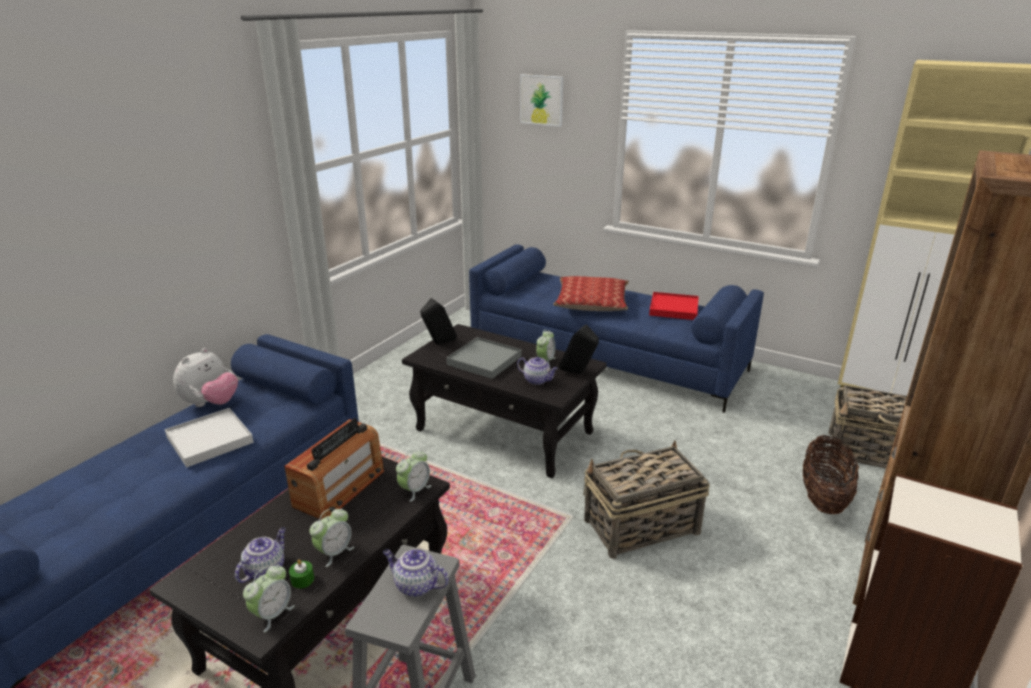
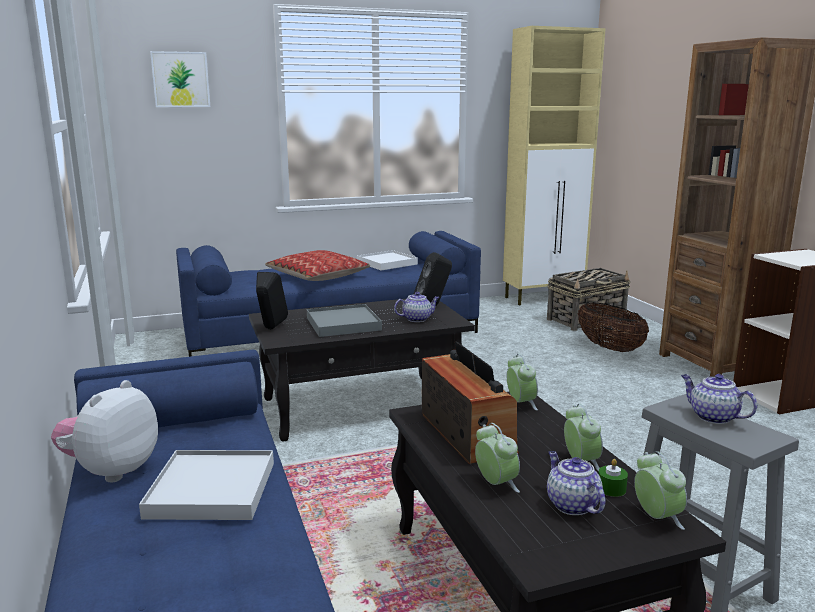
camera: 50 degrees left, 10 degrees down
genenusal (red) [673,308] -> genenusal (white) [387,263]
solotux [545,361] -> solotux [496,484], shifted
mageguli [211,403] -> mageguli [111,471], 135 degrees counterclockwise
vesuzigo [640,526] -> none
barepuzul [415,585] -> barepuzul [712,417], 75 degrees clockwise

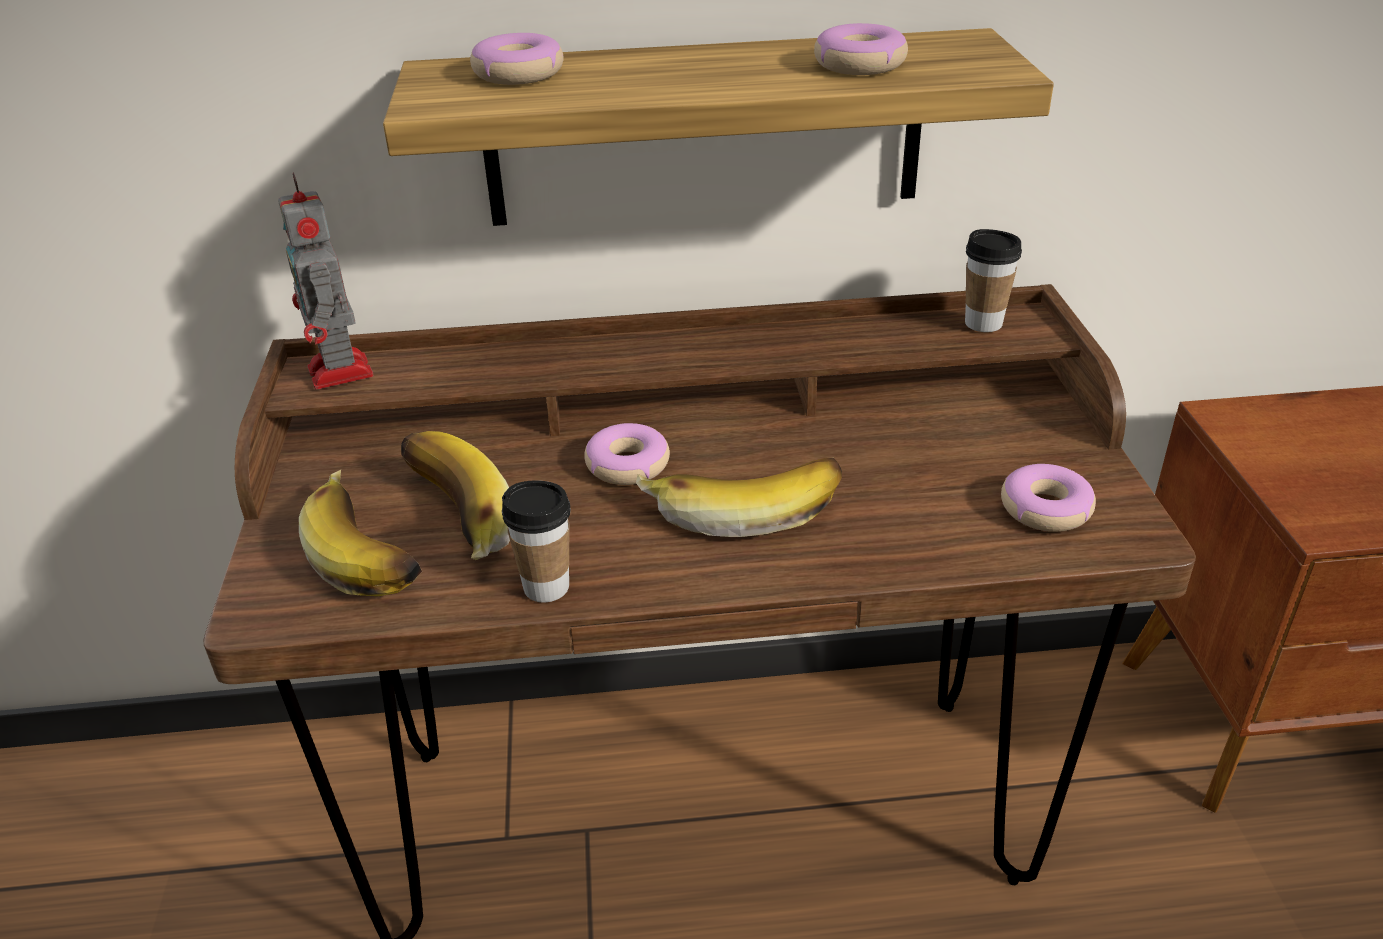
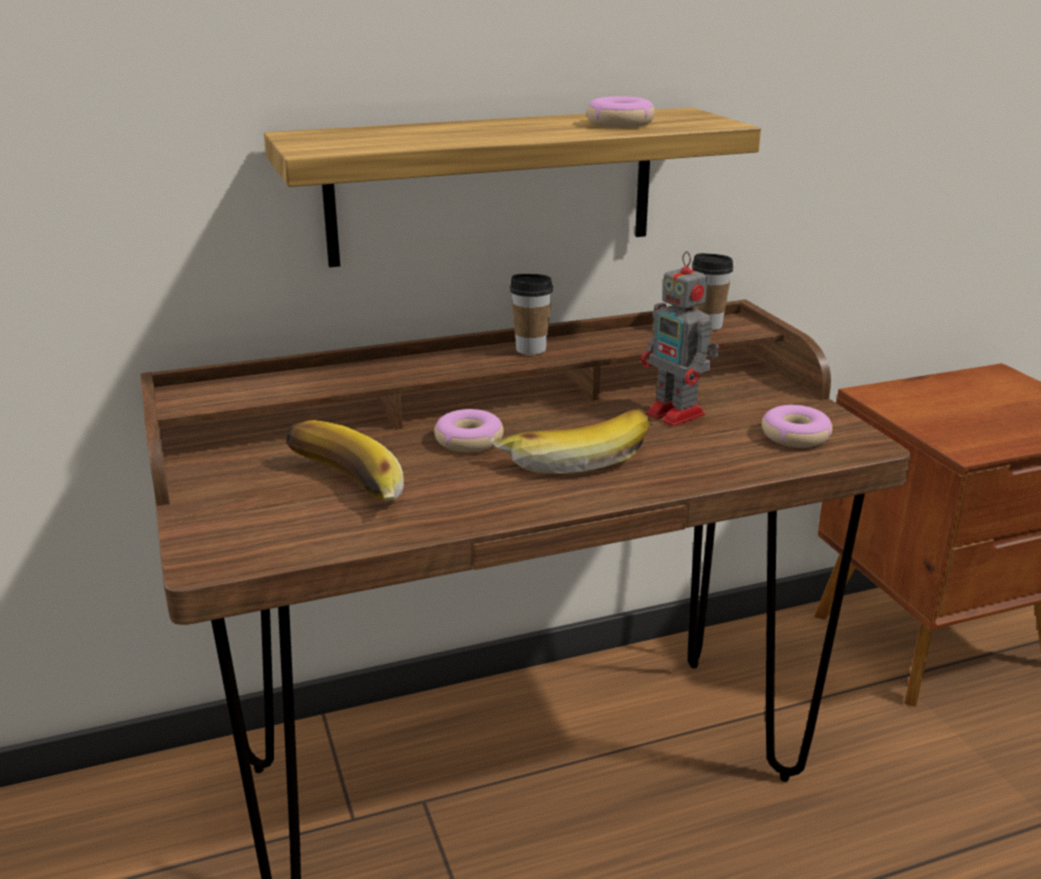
camera: 15 degrees left, 10 degrees down
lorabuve [518,74] -> none
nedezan [341,373] -> nedezan [677,415], shifted
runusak [373,553] -> none
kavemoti [546,587] -> kavemoti [531,349], shifted

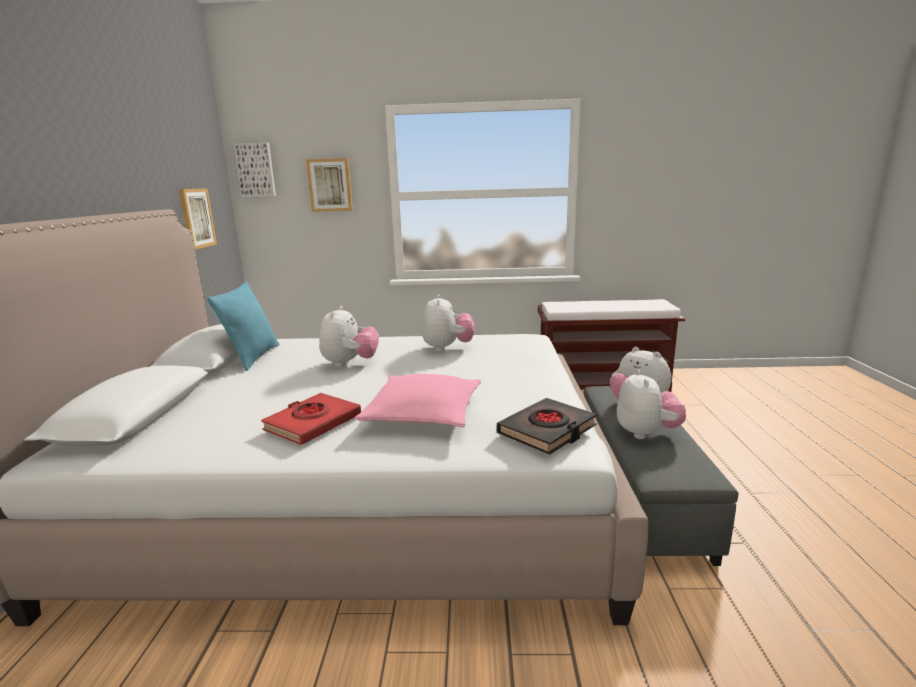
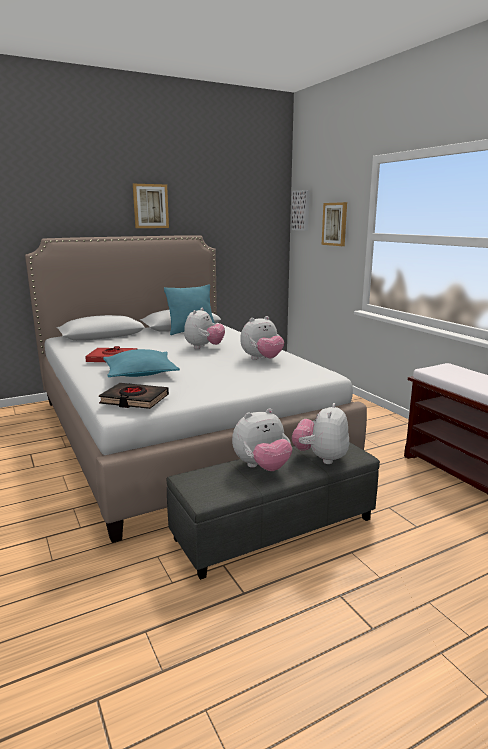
camera: 60 degrees right, 0 degrees up
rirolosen [196,218] -> rirolosen [150,206], shifted
mageguli [350,363] -> mageguli [204,347], 45 degrees counterclockwise
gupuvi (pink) [423,413] -> gupuvi (turquoise) [140,373]

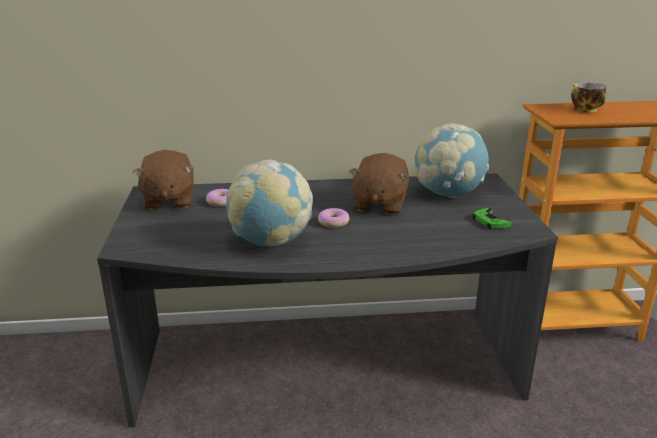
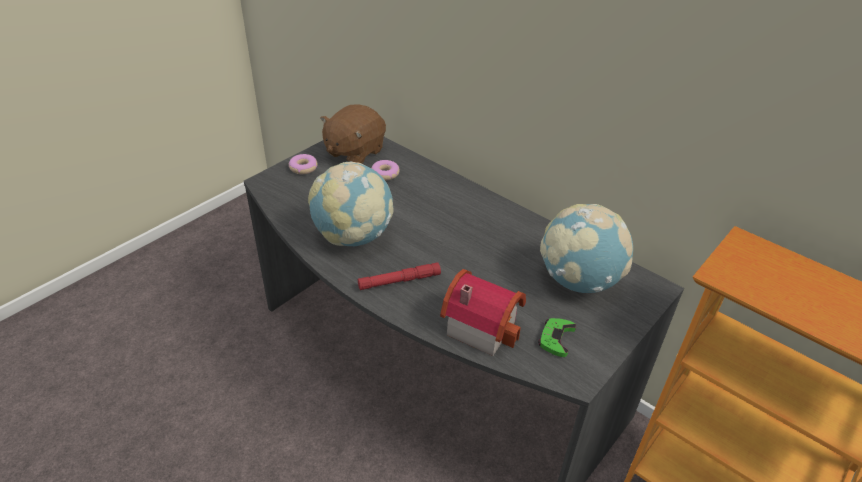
camera: 45 degrees right, 15 degrees up
kavemoti [587,110] -> none
mageguli (brown) [379,205] -> none
lorabuve [333,222] -> lorabuve [303,168], shifted
none -> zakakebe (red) [399,281]
none -> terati [481,325]

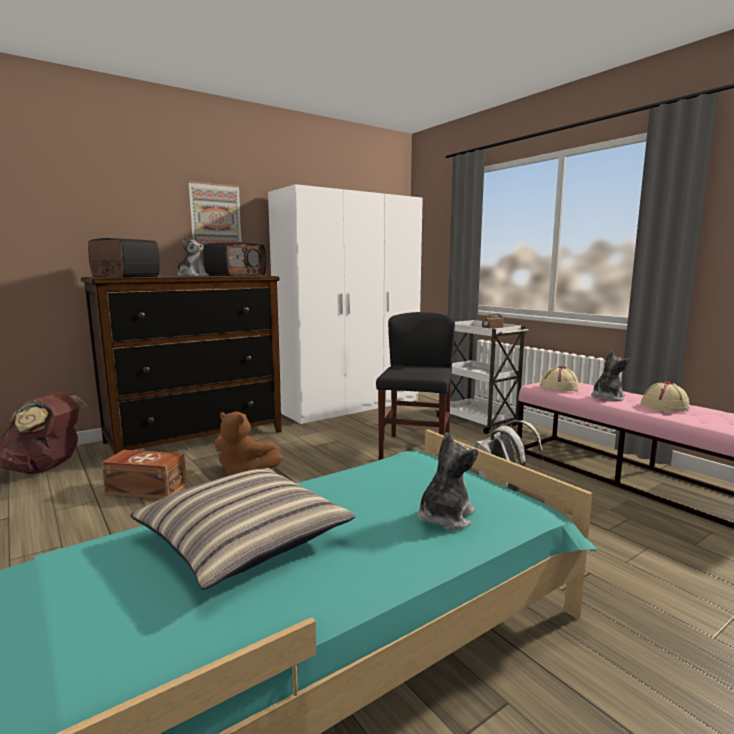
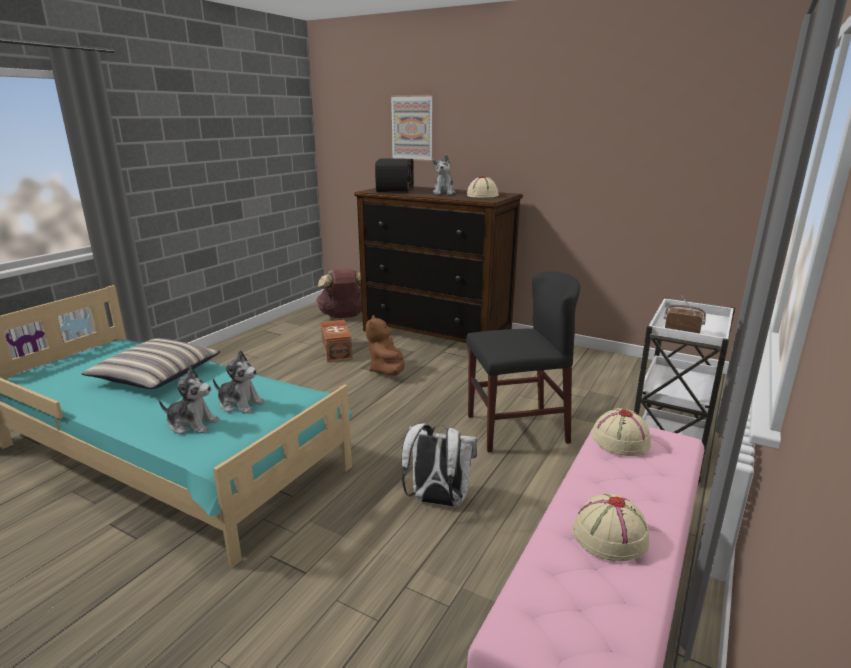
camera: 65 degrees right, 10 degrees up
rirolosen [215,218] -> rirolosen [412,128], shifted
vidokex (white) [350,405] -> none
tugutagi [235,275] -> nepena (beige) [482,195]
mageguli [607,397] -> mageguli [240,404], shifted

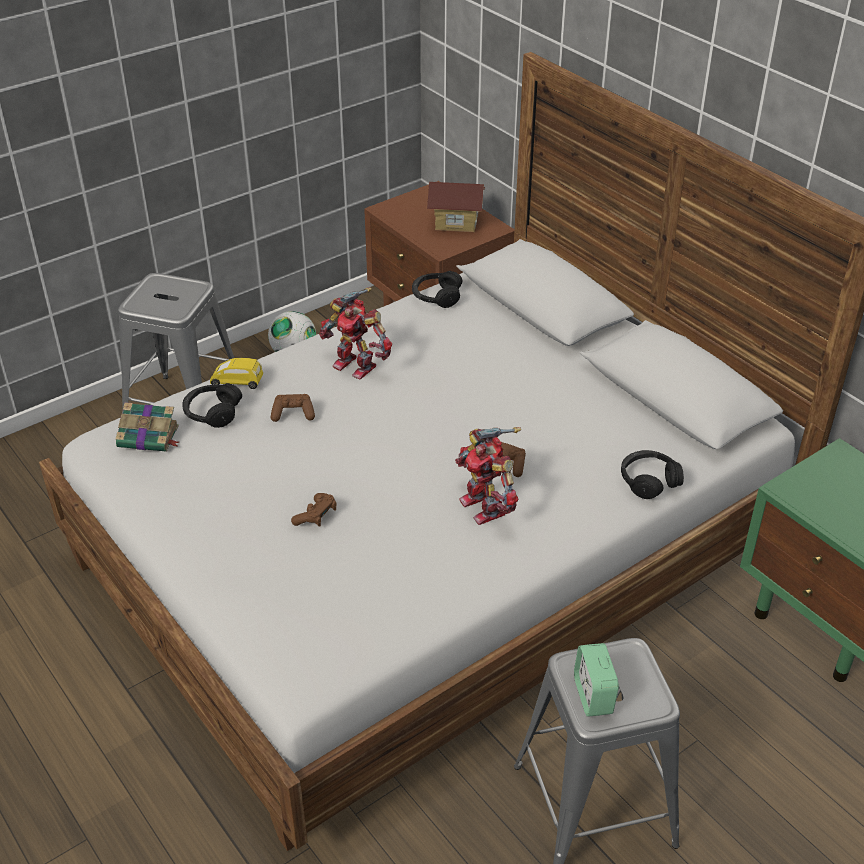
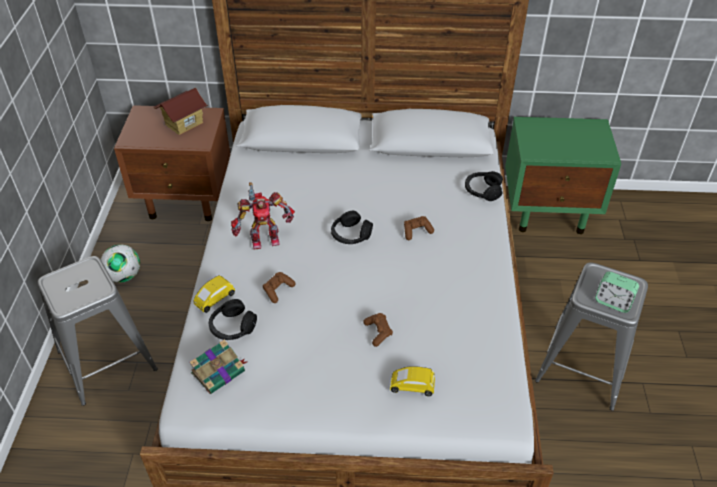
camera: 50 degrees left, 5 degrees up
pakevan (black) [436,296] -> pakevan (black) [350,235], shifted
nedezan [485,506] -> none
none -> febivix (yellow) [412,386]

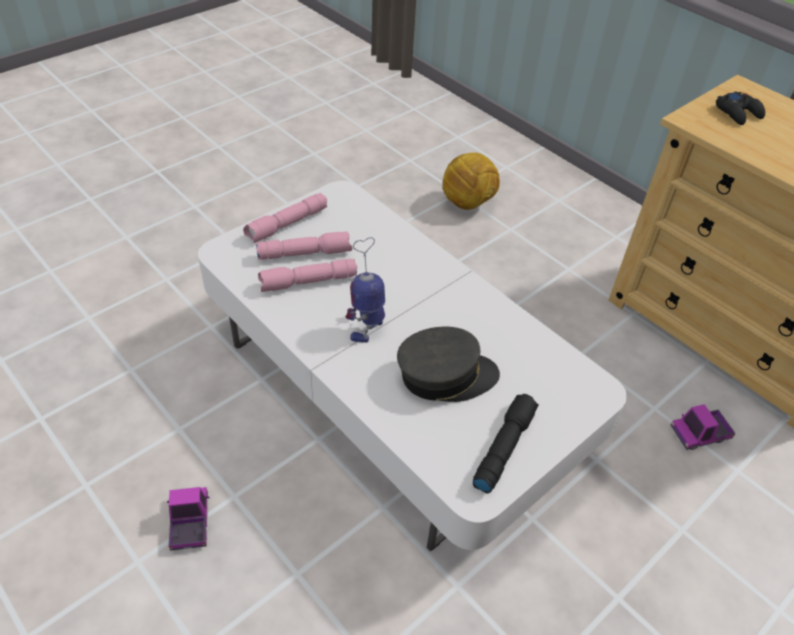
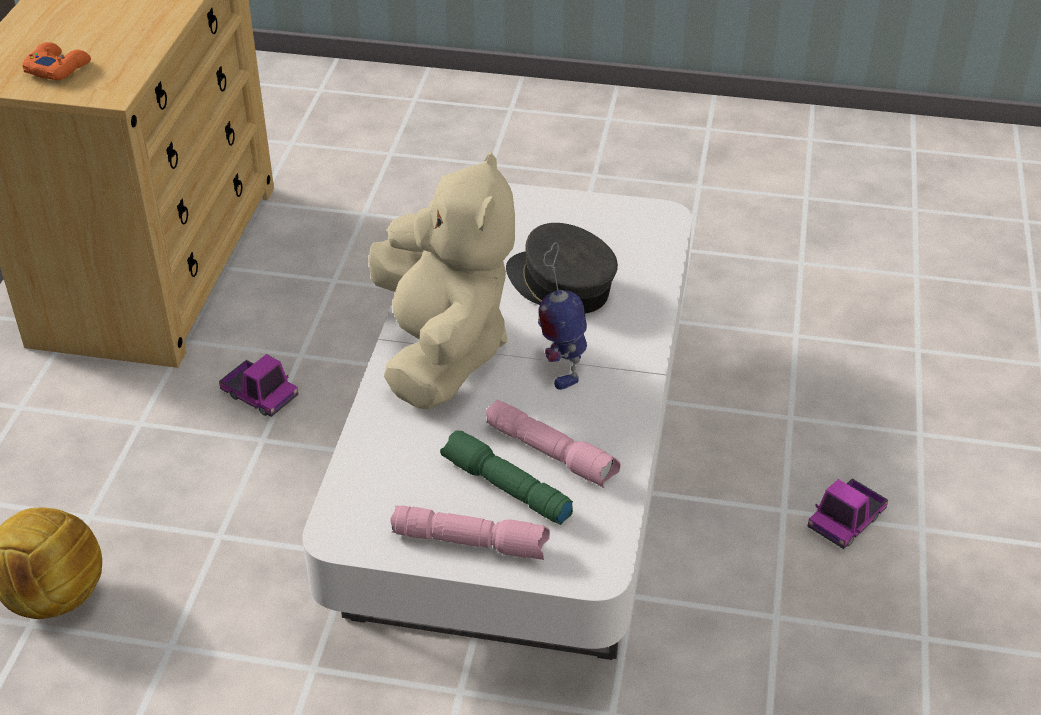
camera: 125 degrees left, 5 degrees down
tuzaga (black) [738,113] -> tuzaga (orange) [57,68]
zakakebe (pink) [305,253] -> zakakebe (green) [505,488]
nedezan [368,327] -> nedezan [561,367], 90 degrees clockwise
zakakebe (black) [503,447] -> none
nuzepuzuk [699,434] -> nuzepuzuk [260,396], shifted
none -> mageguli (beige) [441,351]

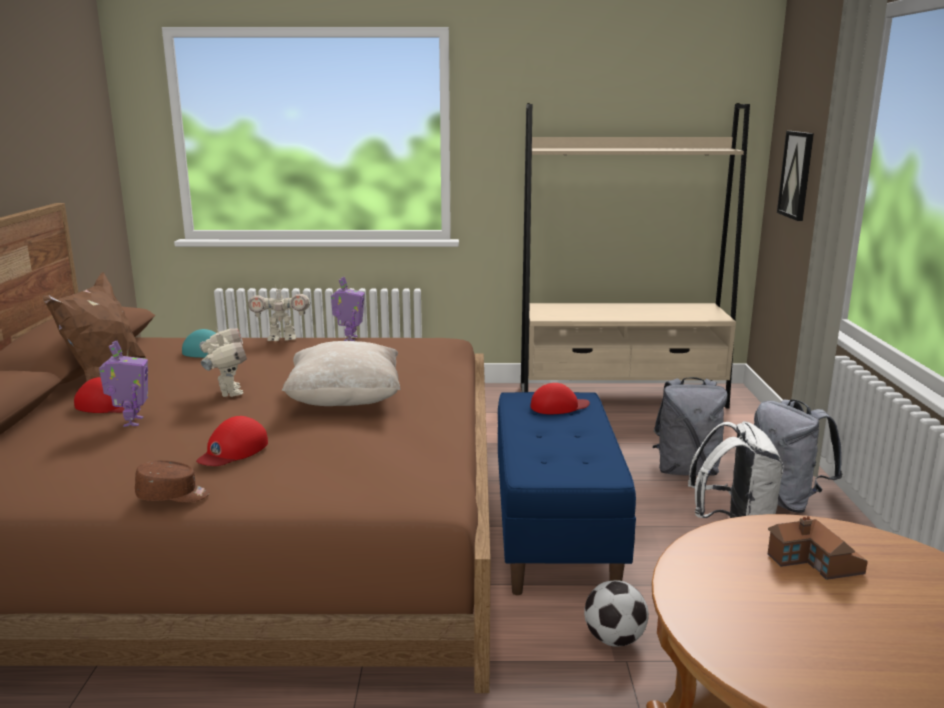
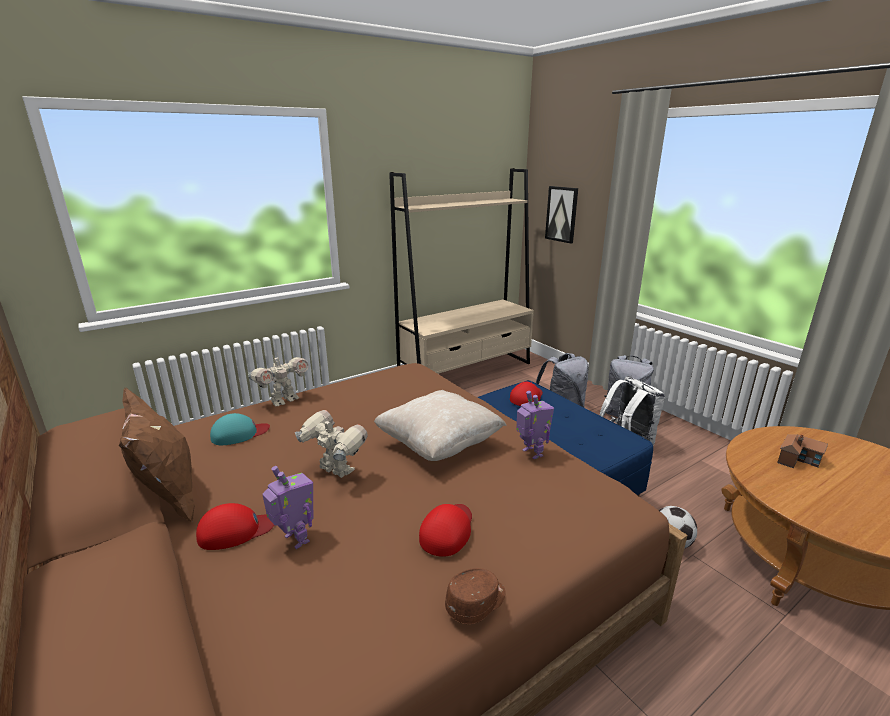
camera: 35 degrees left, 5 degrees up
nedezan [349,338] -> nedezan [531,453], shifted
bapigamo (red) [233,450] -> bapigamo (red) [447,530], 150 degrees counterclockwise

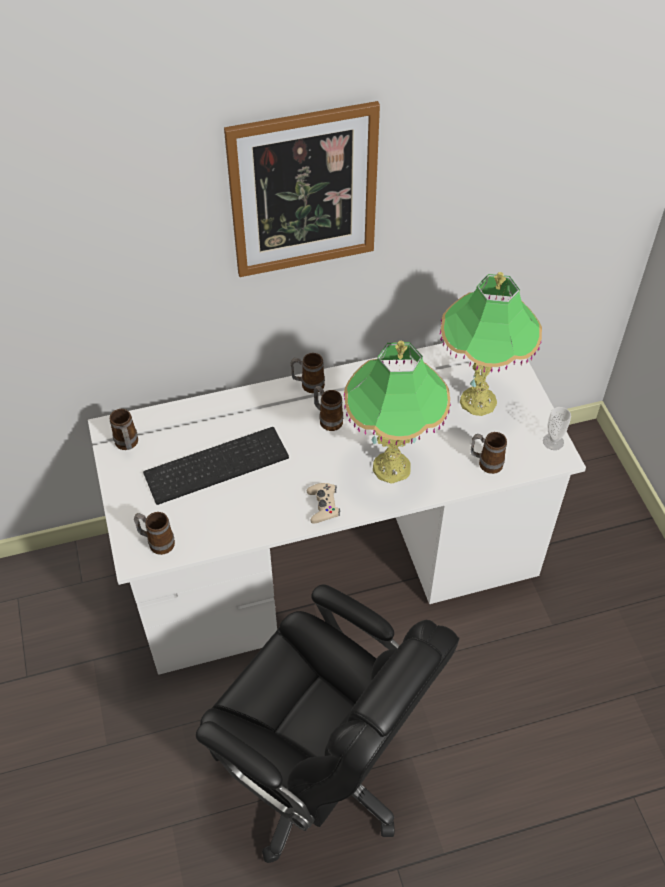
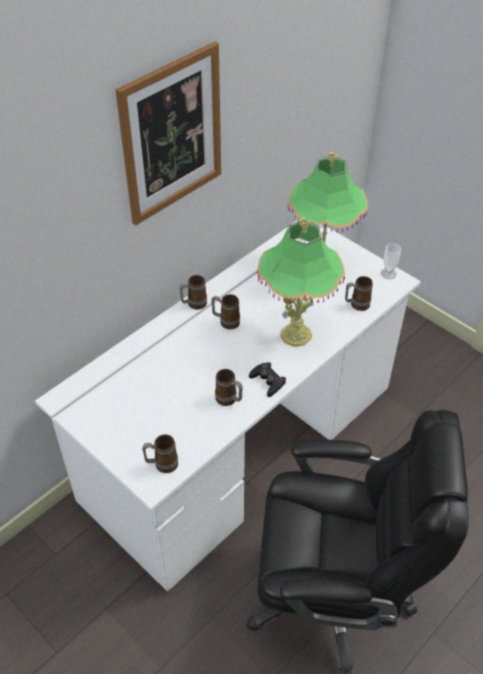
camera: 30 degrees left, 5 degrees down
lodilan [127,445] -> lodilan [229,400], shifted
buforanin [217,463] -> none
tuzaga (beige) [323,505] -> tuzaga (black) [268,381]

